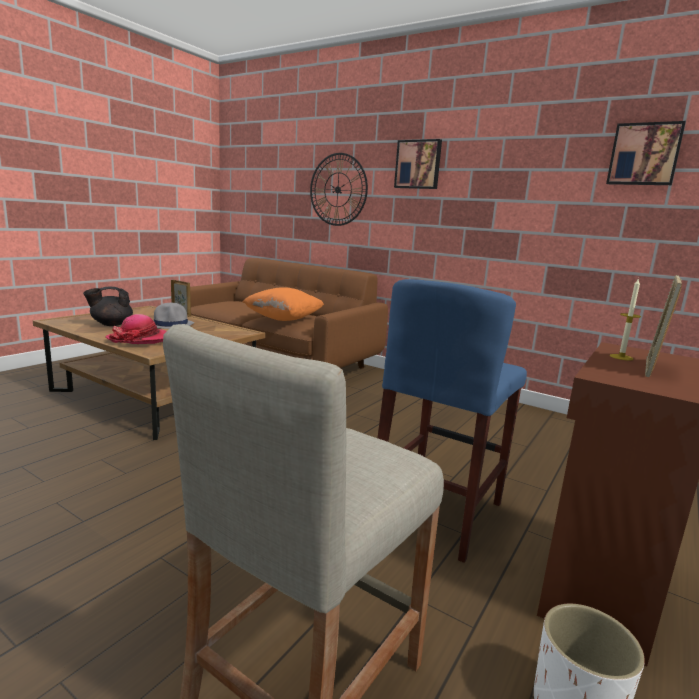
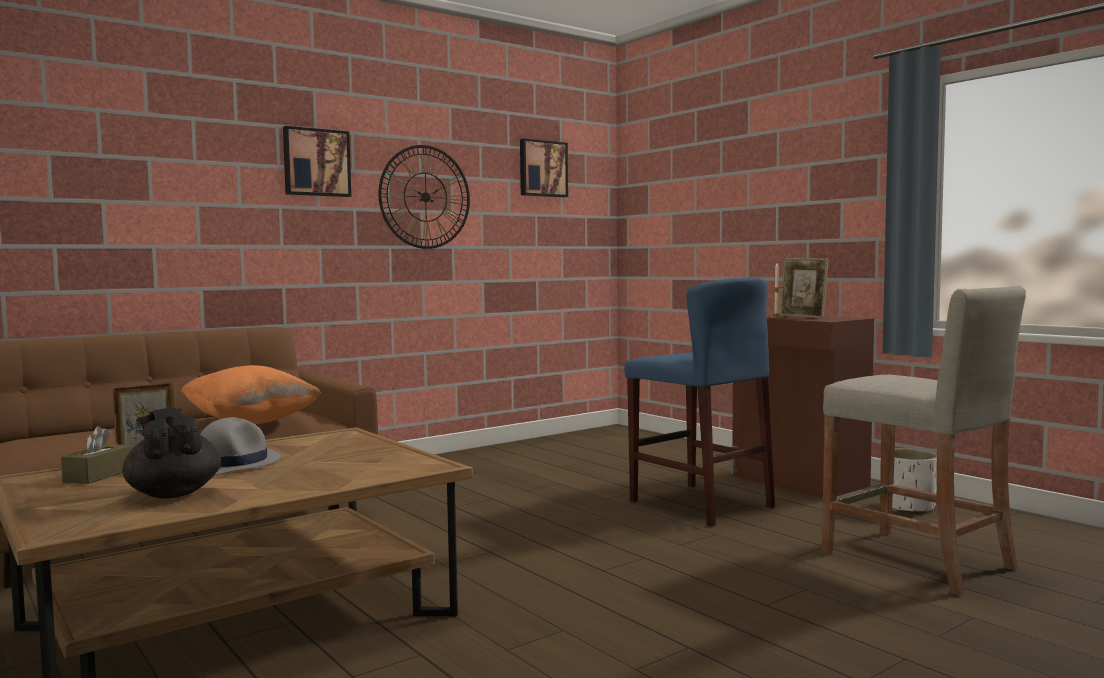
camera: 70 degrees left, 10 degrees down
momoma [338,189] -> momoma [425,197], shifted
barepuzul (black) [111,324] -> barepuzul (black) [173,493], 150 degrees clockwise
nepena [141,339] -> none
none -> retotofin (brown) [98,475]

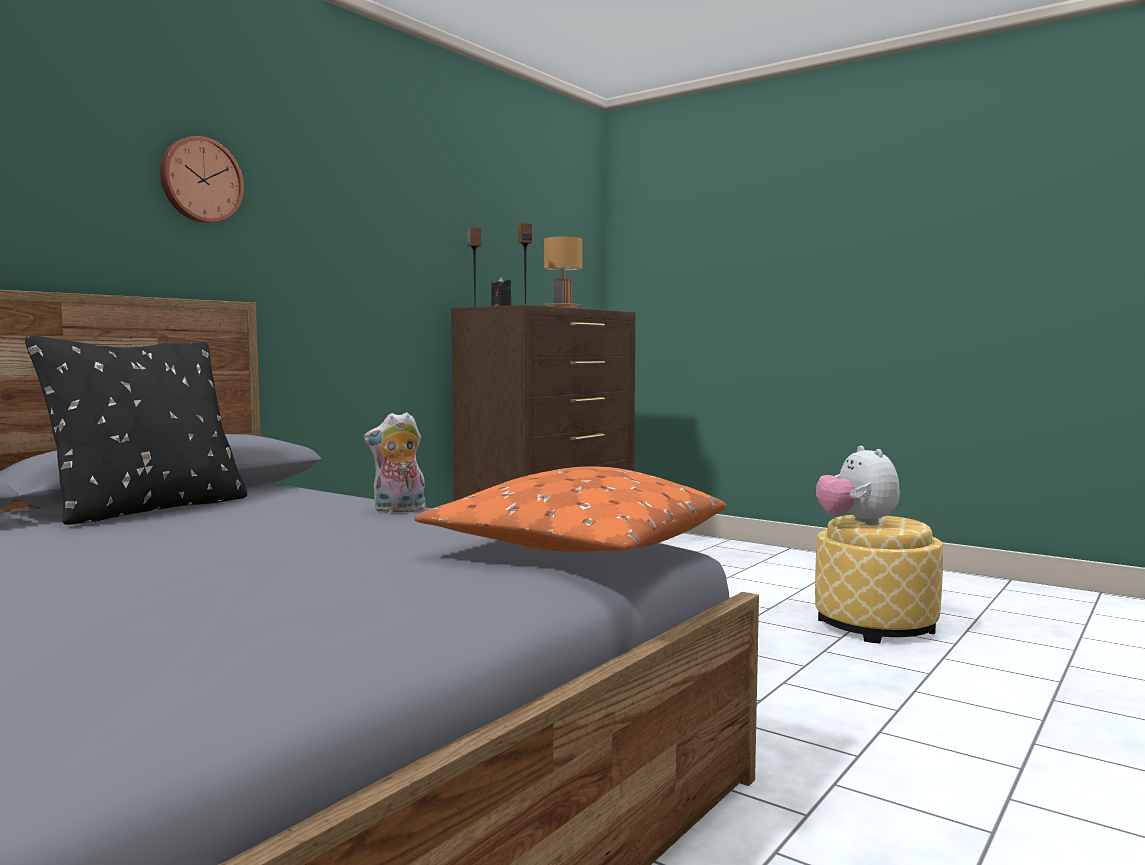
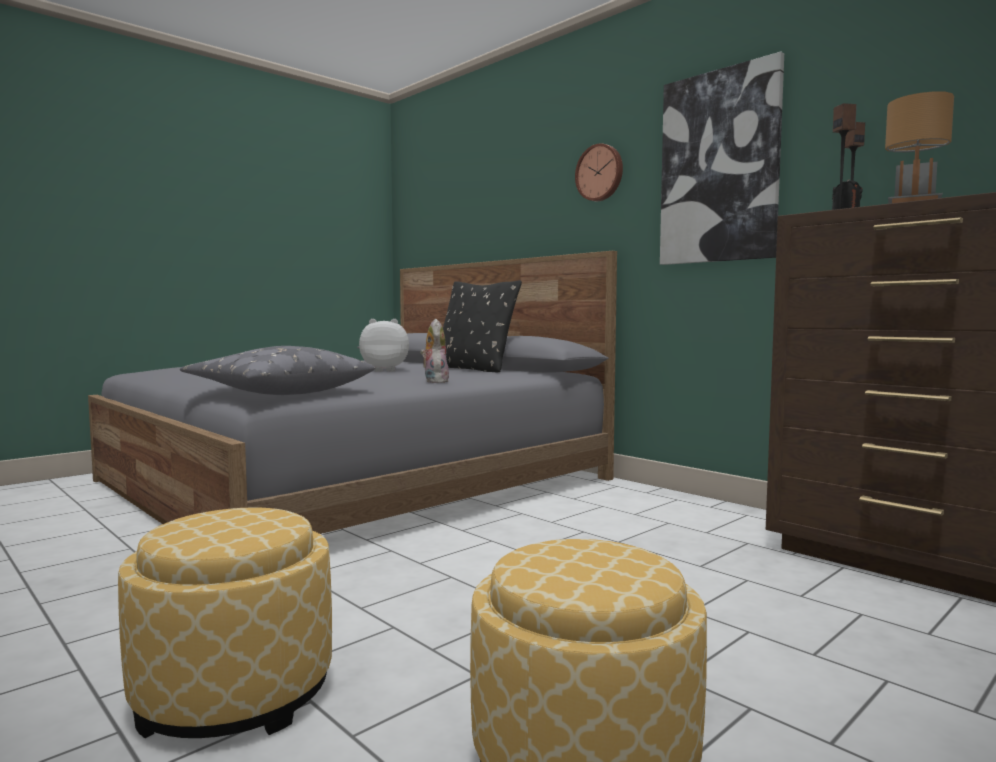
camera: 100 degrees right, 0 degrees up
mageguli [857,523] -> mageguli [385,370], shifted
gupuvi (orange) [575,550] -> gupuvi (grey) [278,392]
none -> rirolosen [719,167]
none -> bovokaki [234,692]

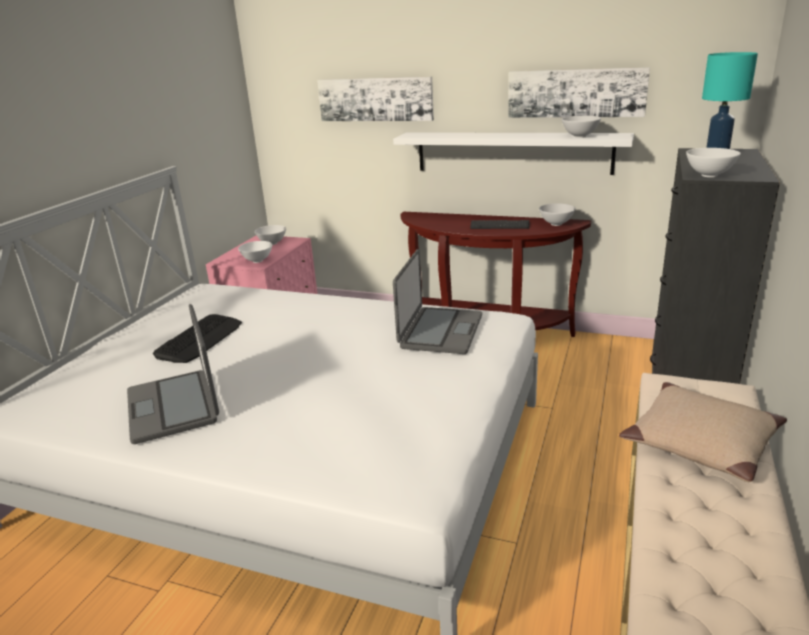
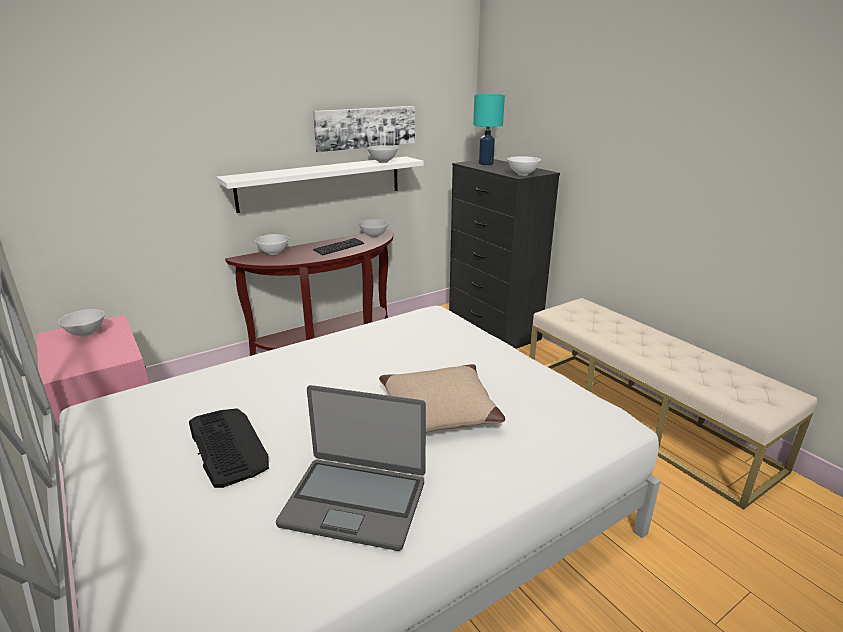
camera: 55 degrees left, 0 degrees up
rirolosen [375,99] -> none
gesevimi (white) [257,261] -> gesevimi (white) [273,253], shifted
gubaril [440,331] -> none
gupuvi (beige) [700,443] -> gupuvi (beige) [439,411], shifted

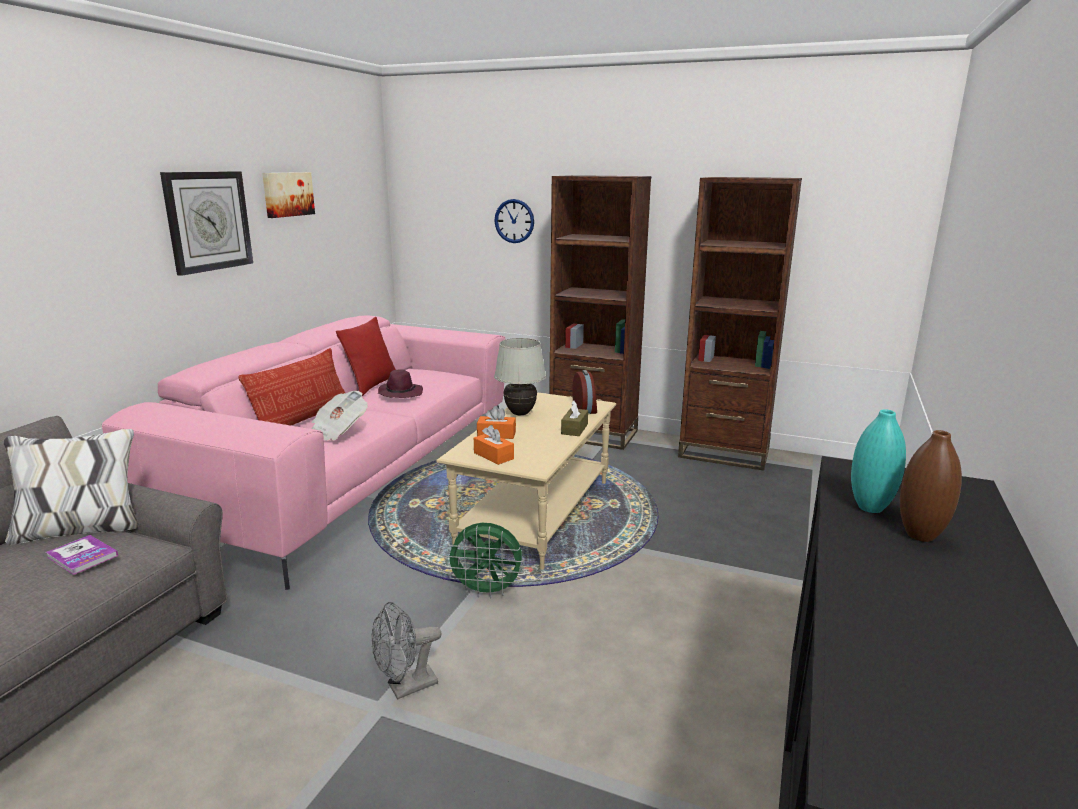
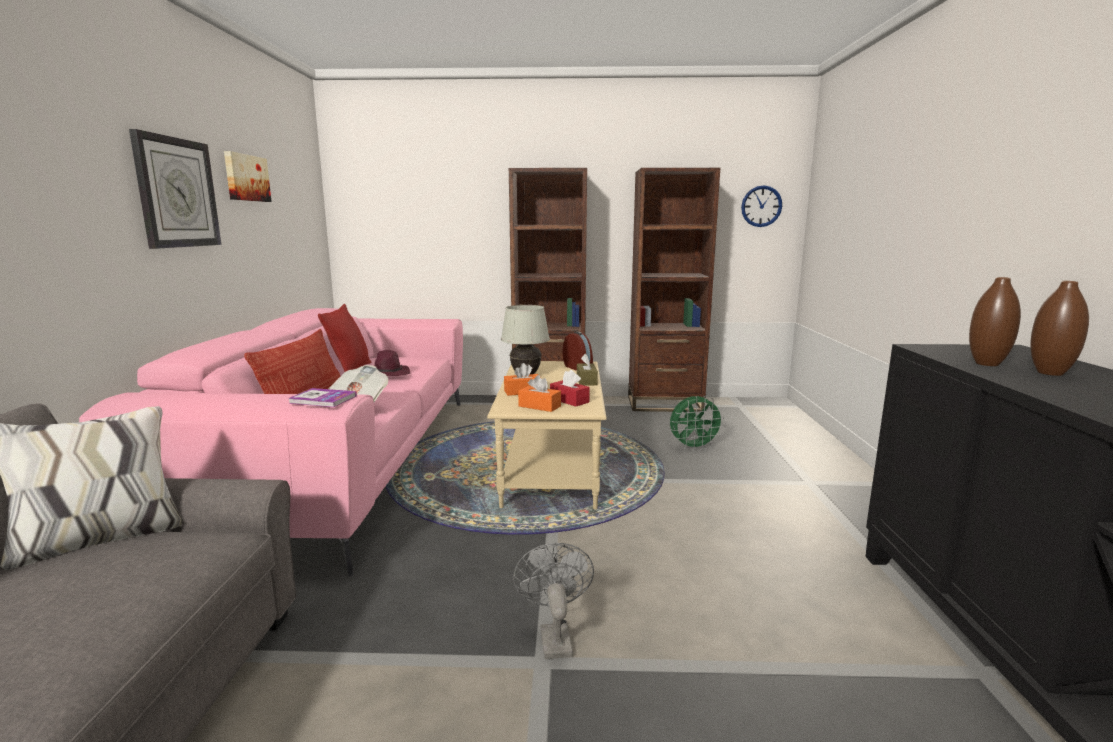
camera: 20 degrees left, 5 degrees down
momoma [514,221] -> momoma [761,206], shifted
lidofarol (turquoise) [870,508] -> lidofarol (brown) [987,364]
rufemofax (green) [487,591] -> rufemofax (green) [693,447], shifted
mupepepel [82,556] -> mupepepel [323,399], shifted
rufemofax (grey) [406,688] -> rufemofax (grey) [554,636], 135 degrees clockwise
none -> retotofin (red) [569,400]

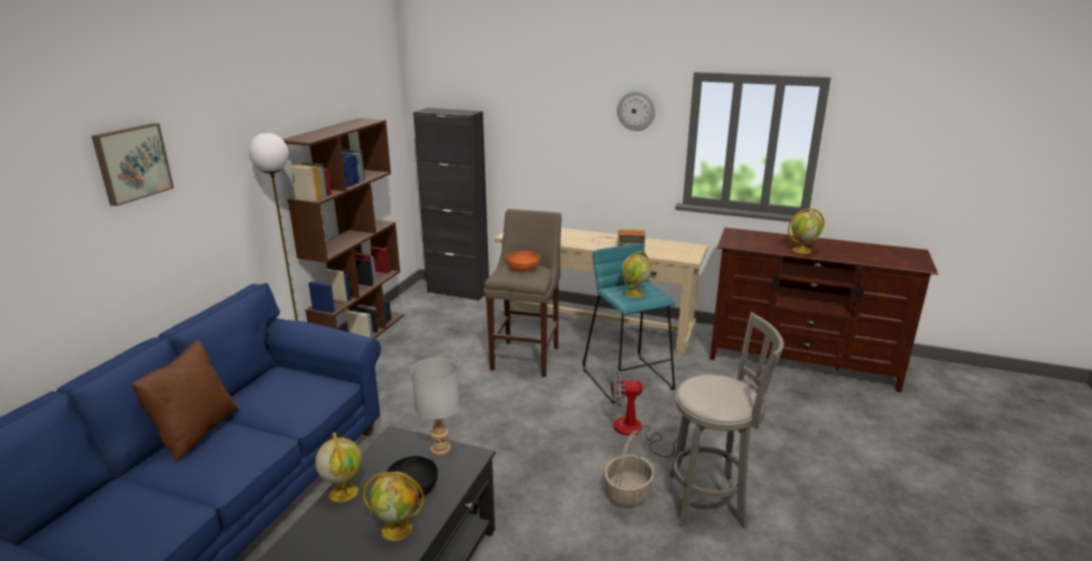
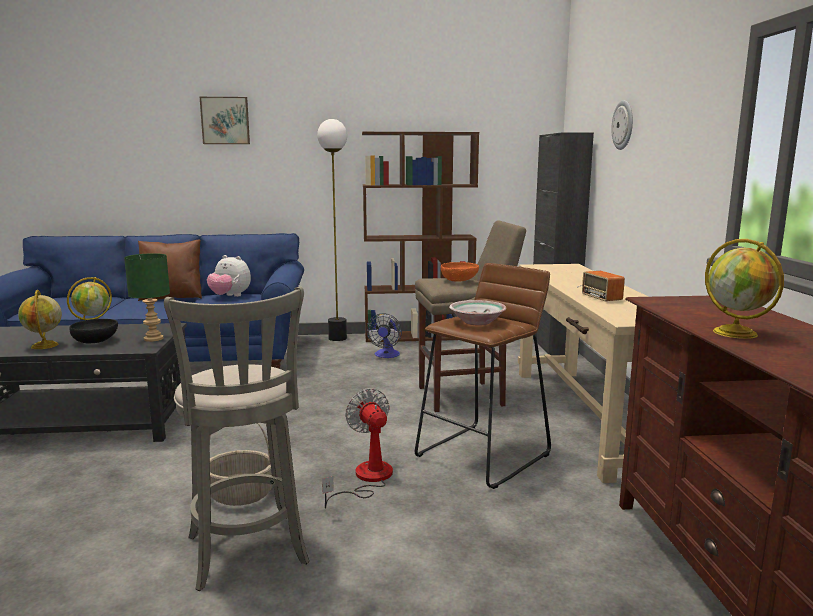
camera: 65 degrees right, 10 degrees down
momoma [636,110] -> momoma [623,125], shifted
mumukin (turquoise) [628,379] -> mumukin (brown) [484,455]
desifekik [635,293] -> gesevimi [477,322]
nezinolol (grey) [439,449] -> nezinolol (green) [153,338]
none -> mageguli [230,296]
none -> rufemofax [386,355]

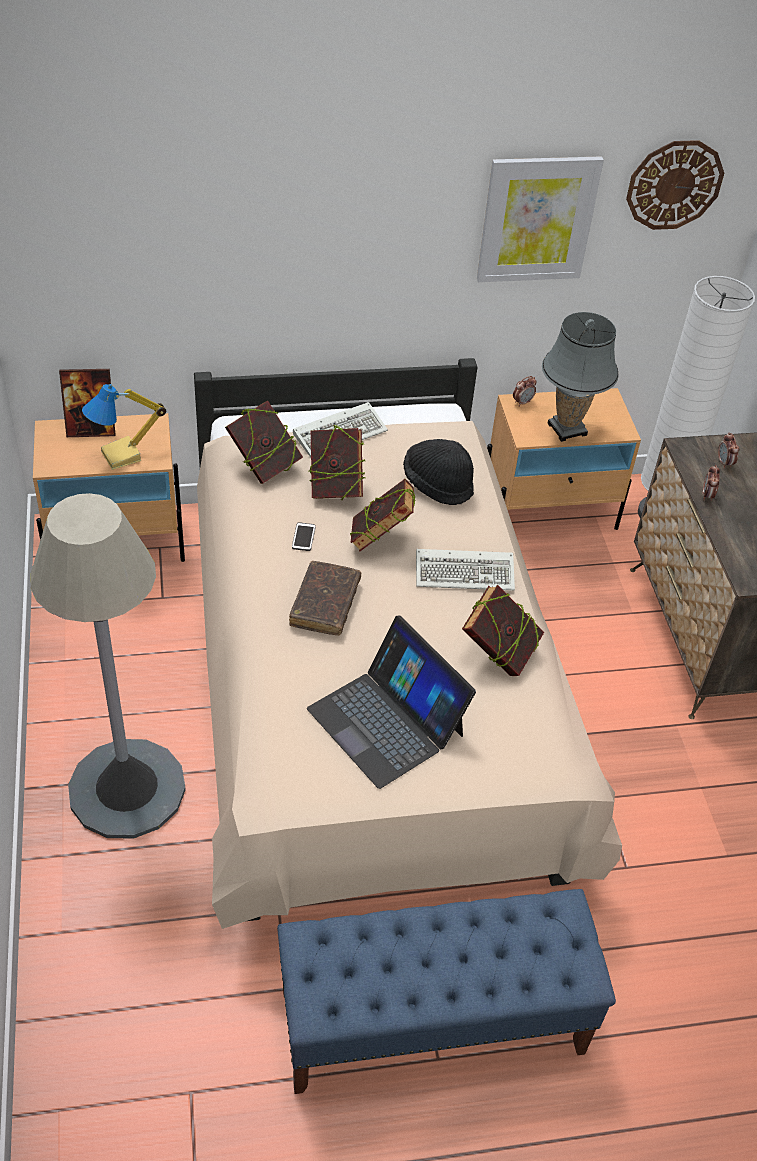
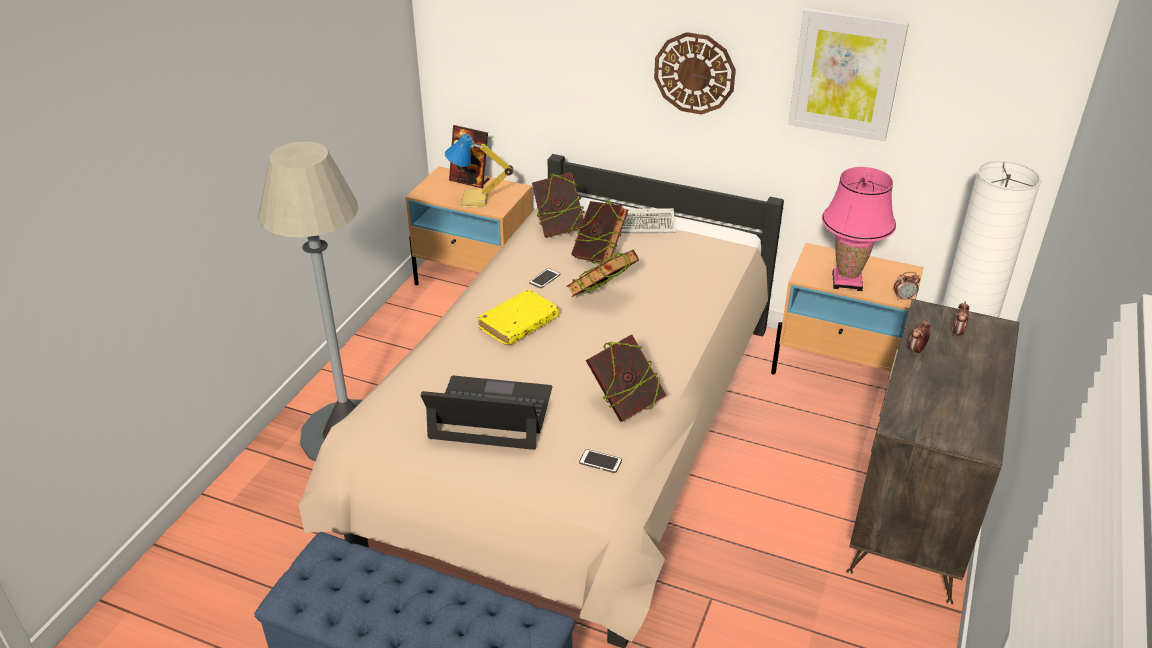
camera: 35 degrees right, 10 degrees down
momoma [674,184] -> momoma [694,73], shifted
nezinolol (grey) [566,429] -> nezinolol (pink) [846,282]
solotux [522,402] -> solotux [903,298], shifted
nepena (black) [437,484] -> none
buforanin [466,572] -> none
mupepepel (brown) [325,604] -> mupepepel (yellow) [518,324]
gubaril [387,721] -> gubaril [491,413], 105 degrees clockwise
none -> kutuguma [600,462]

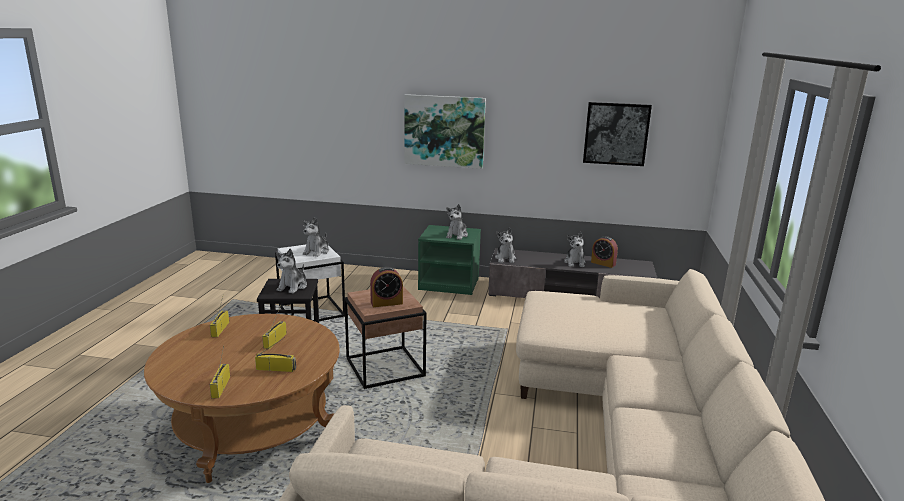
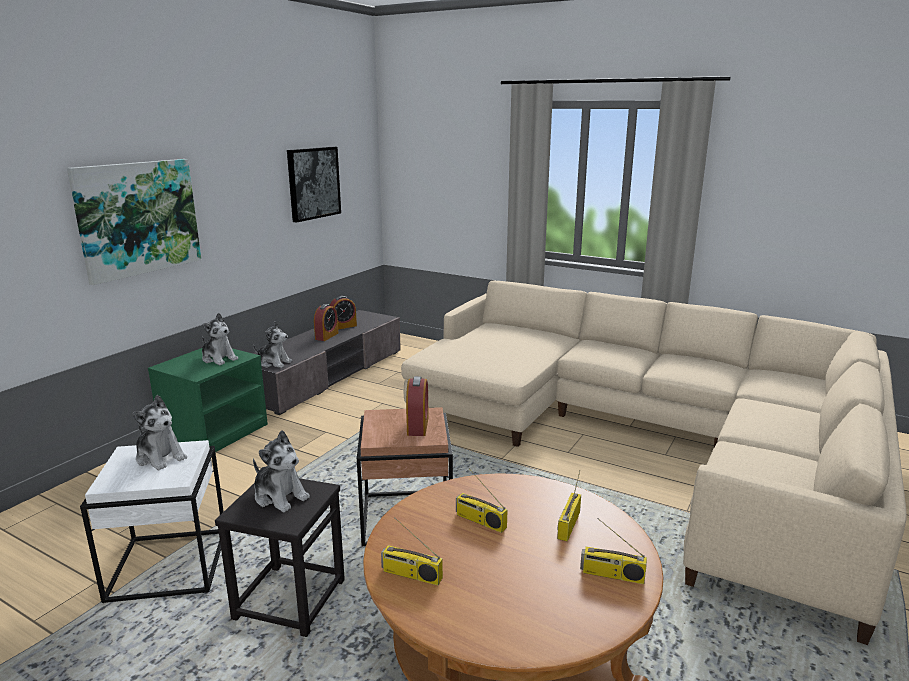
camera: 70 degrees left, 0 degrees up
mageguli [575,262] -> solotux [327,336]

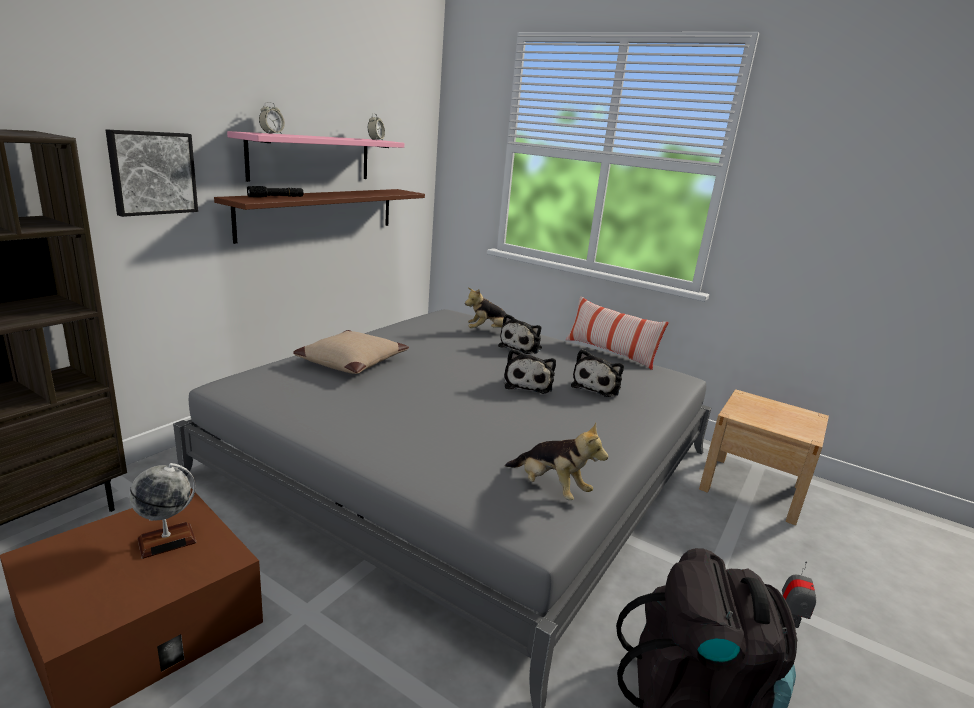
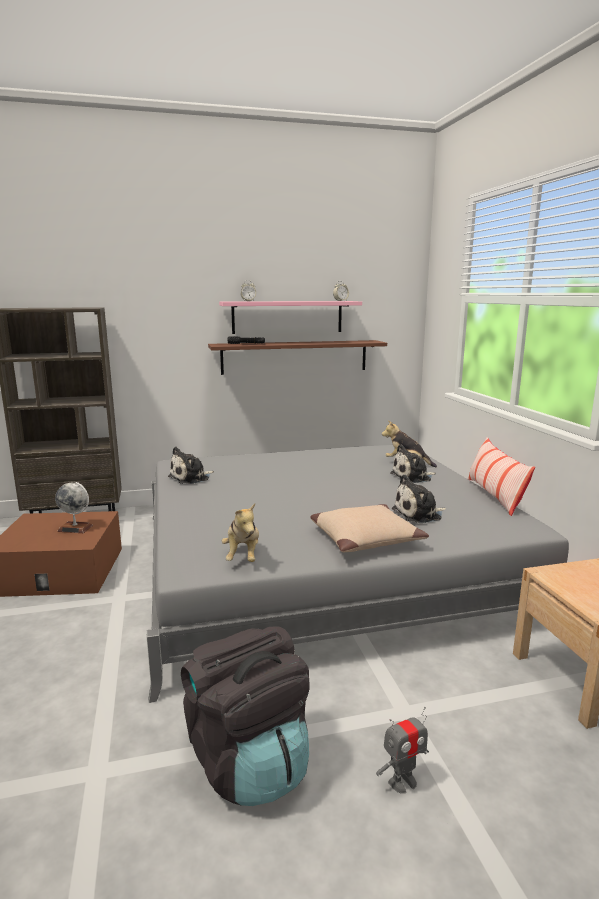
camera: 45 degrees right, 5 degrees down
rirolosen [152,173] -> none
gupuvi (beige) [351,362] -> gupuvi (beige) [365,538], shifted
mageguli [528,384] -> mageguli [191,478], shifted

